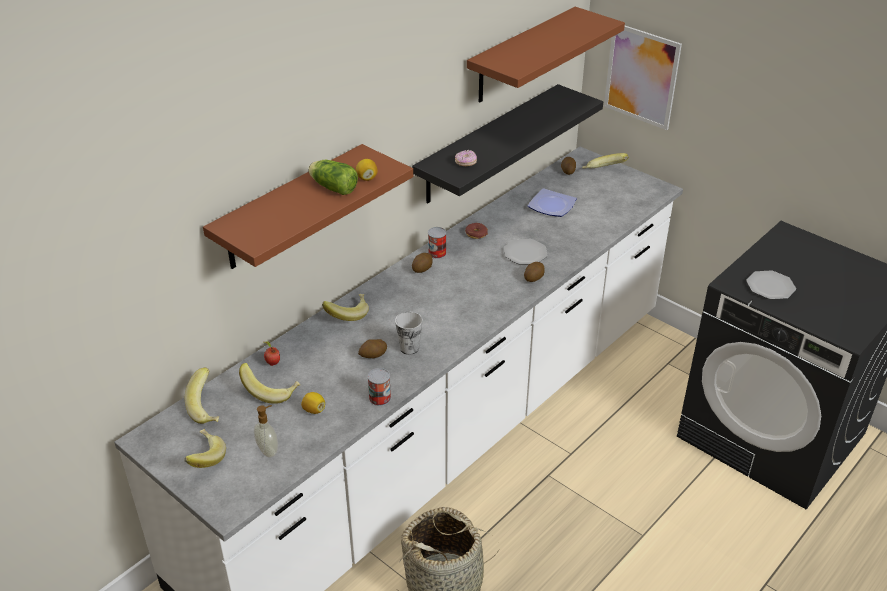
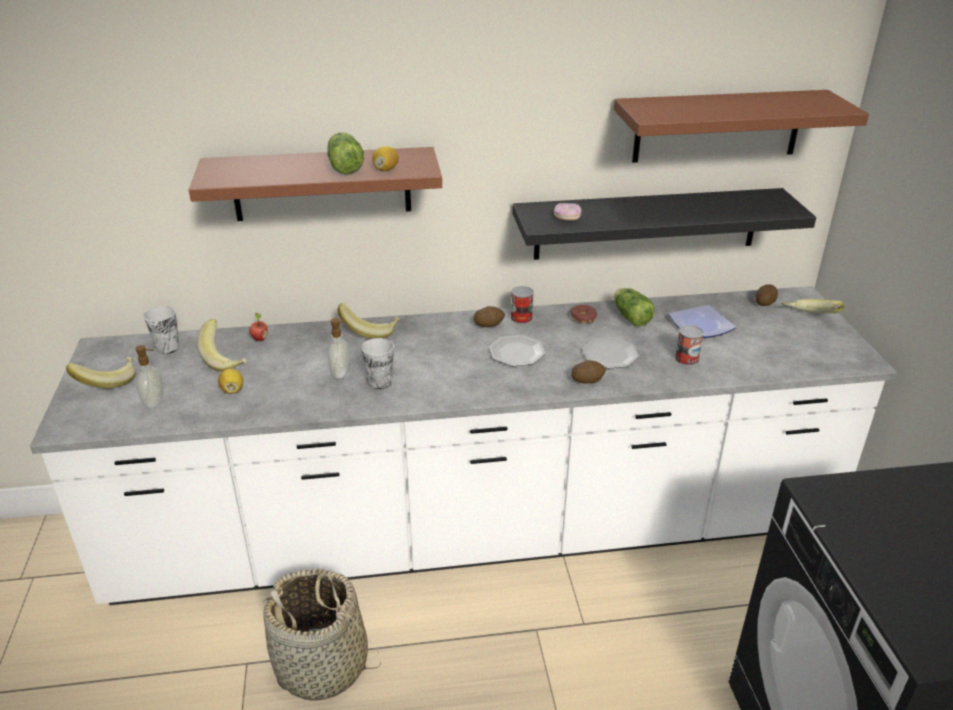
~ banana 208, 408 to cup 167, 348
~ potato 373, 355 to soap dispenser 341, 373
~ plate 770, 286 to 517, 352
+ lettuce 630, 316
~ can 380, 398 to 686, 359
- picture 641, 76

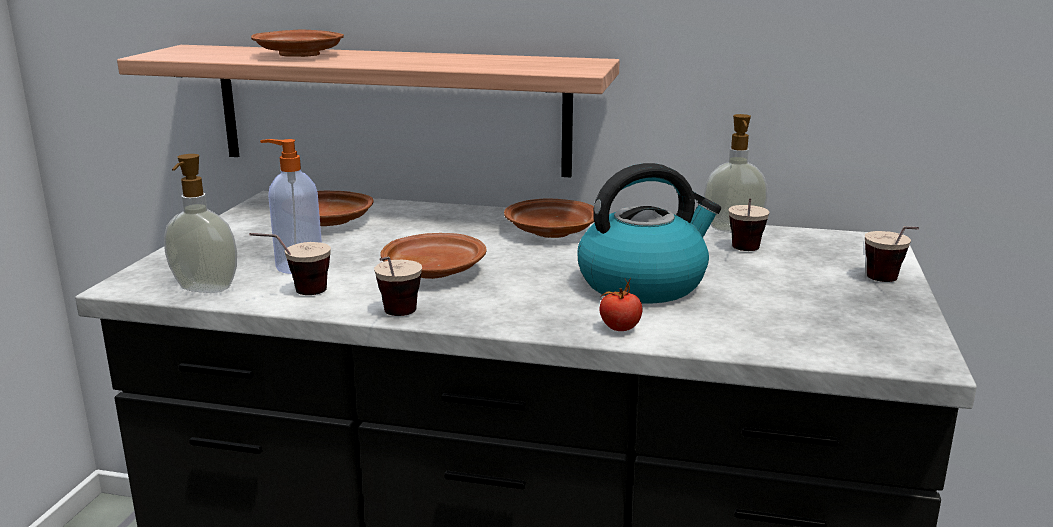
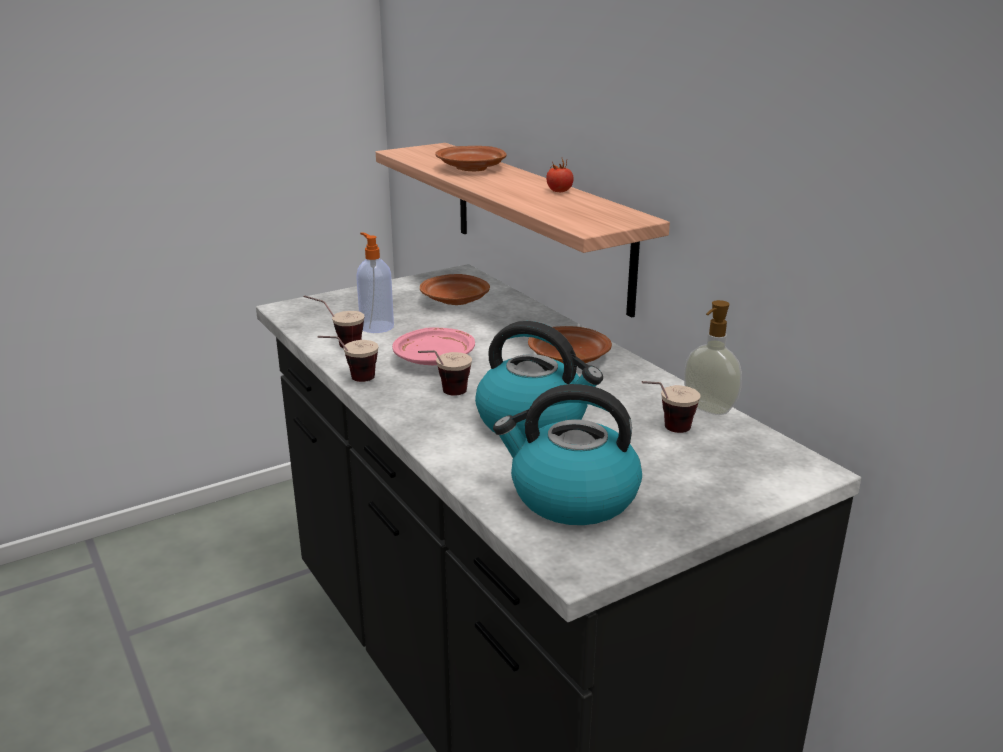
~ plate in brown 434, 271 to plate in pink 435, 359
~ cup 889, 284 to 444, 396
+ kettle 571, 497
~ tomato 619, 328 to 559, 191
- soap dispenser 204, 289

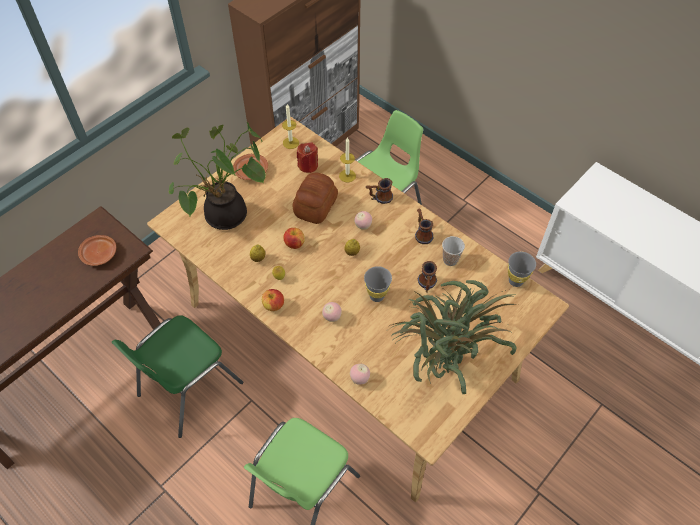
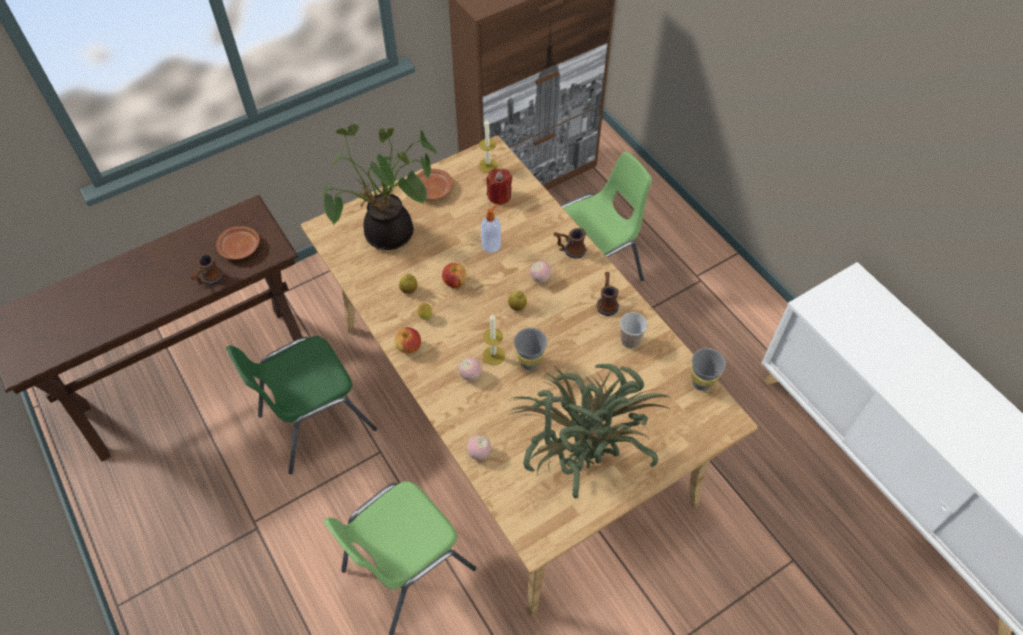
~ mug 426, 285 to 209, 281
~ bread 315, 207 to soap dispenser 491, 245
~ candle 347, 176 to 493, 355

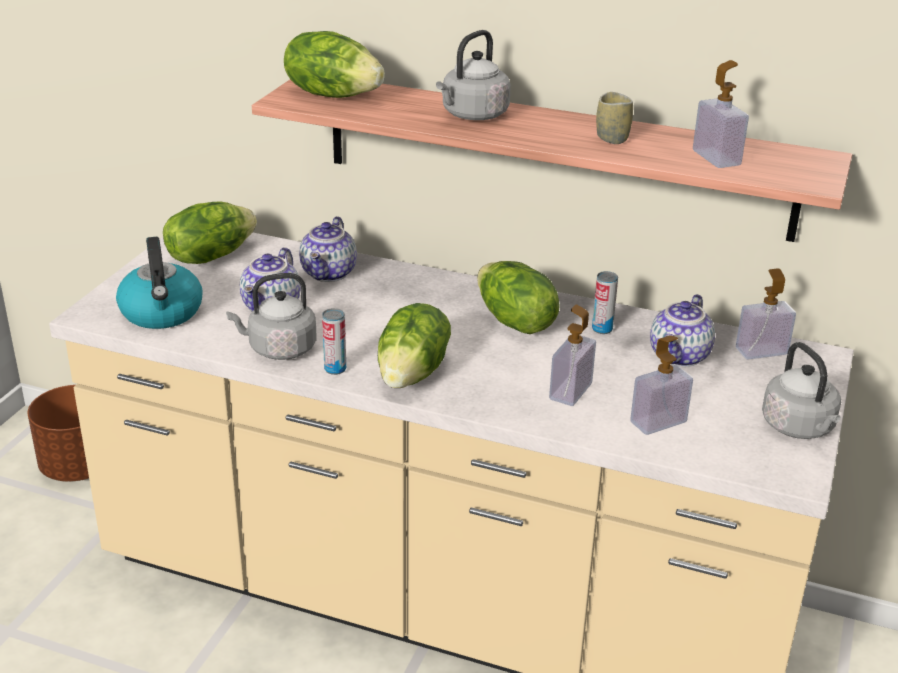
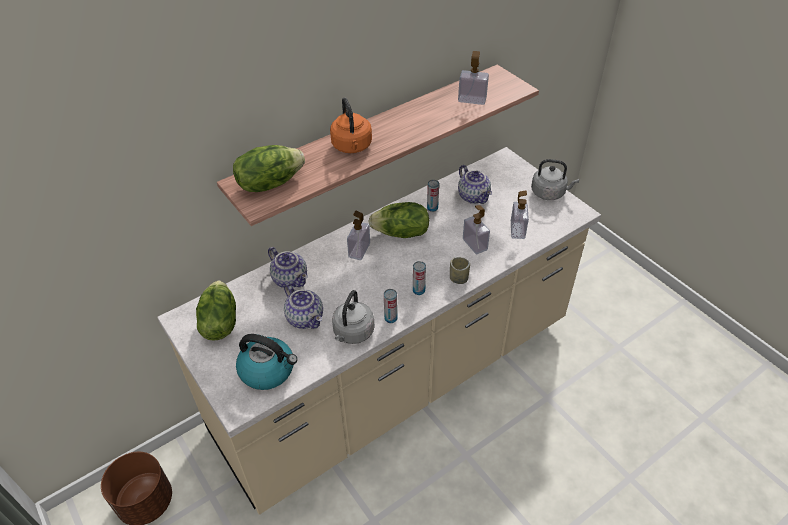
~ kettle in grey 472, 115 to kettle in orange 352, 147
~ soap dispenser 761, 351 to 359, 250
~ lettuce 413, 374 to can 418, 290
~ cup 612, 138 to 458, 278

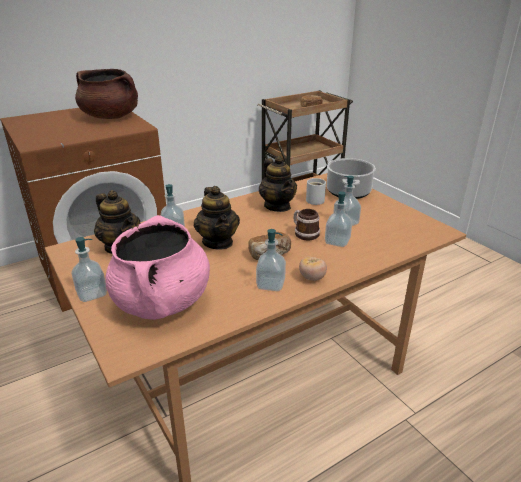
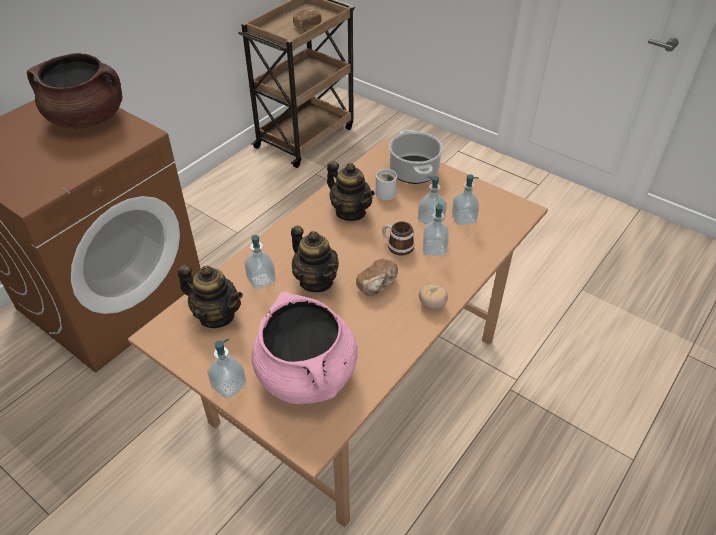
~ soap dispenser 270, 284 to 463, 219

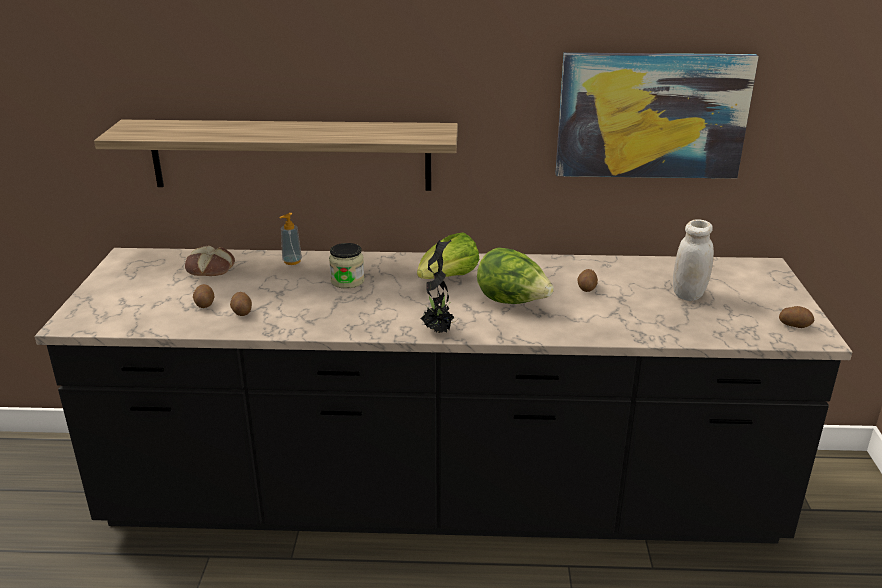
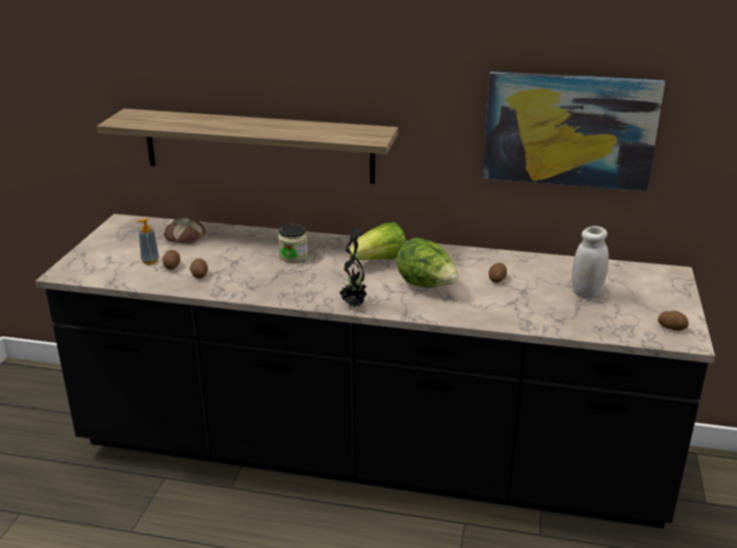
~ soap dispenser 292, 261 to 150, 261

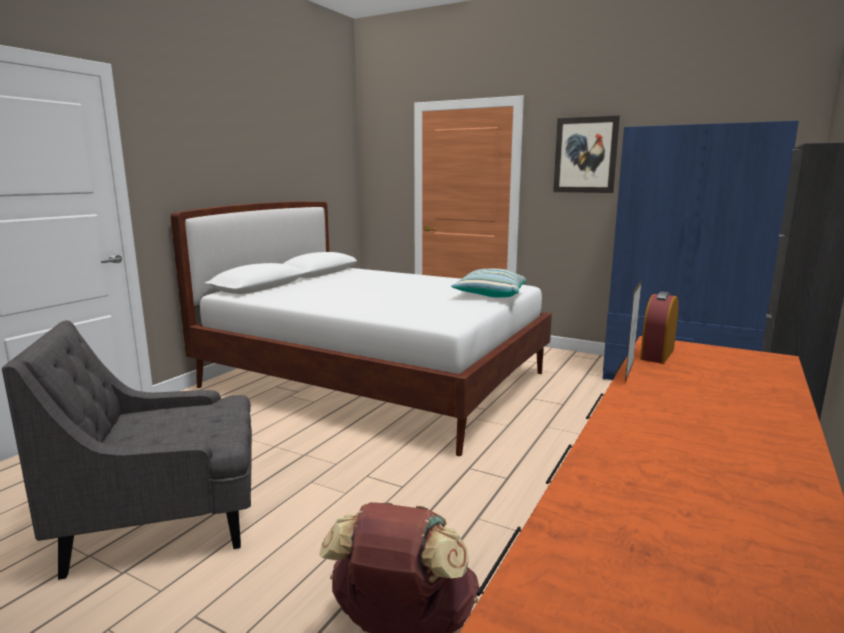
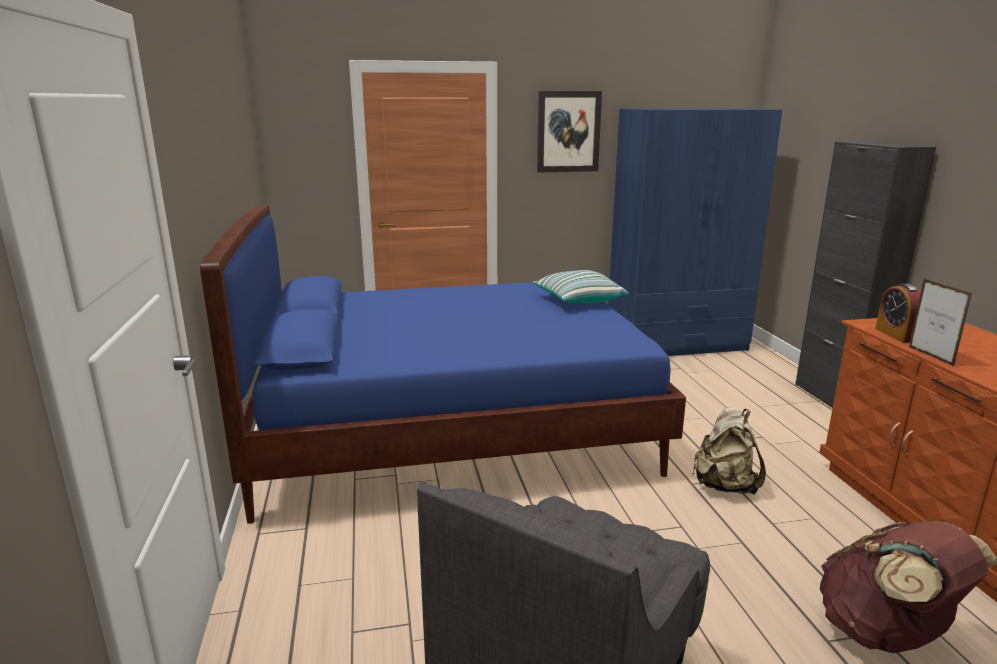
~ bed in white 375, 379 to bed in blue 450, 428
+ backpack in beige 724, 485

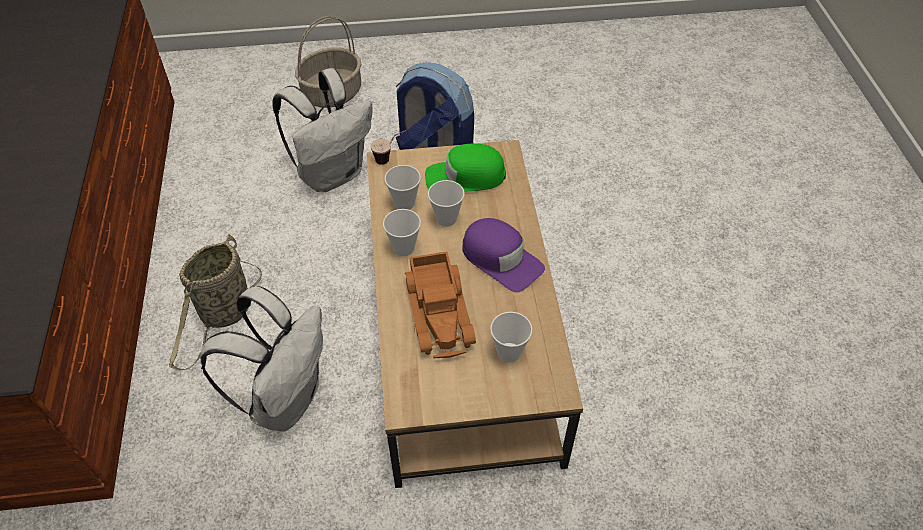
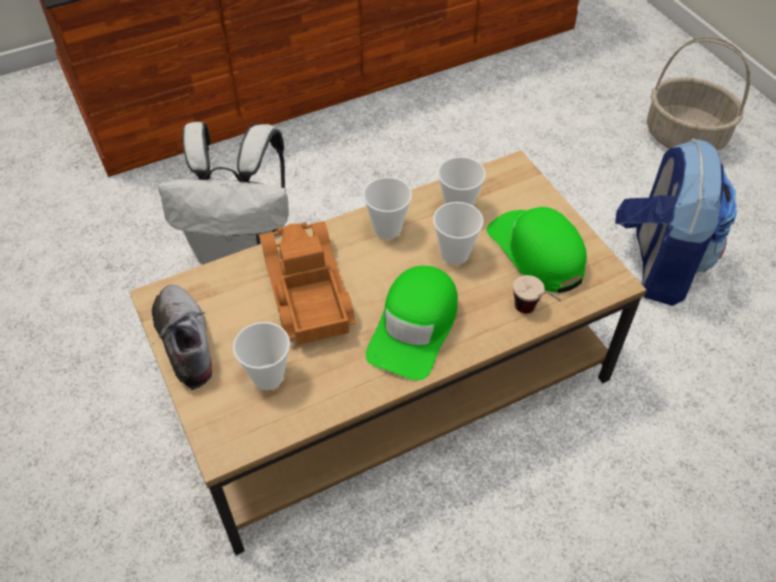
+ shoe 185, 340
~ toy truck 440, 311 = 305, 291 105 degrees clockwise
~ cap in purple 501, 259 to cap in green 414, 328
~ cup 390, 158 to 533, 314
- basket 224, 315
- backpack in white 332, 173

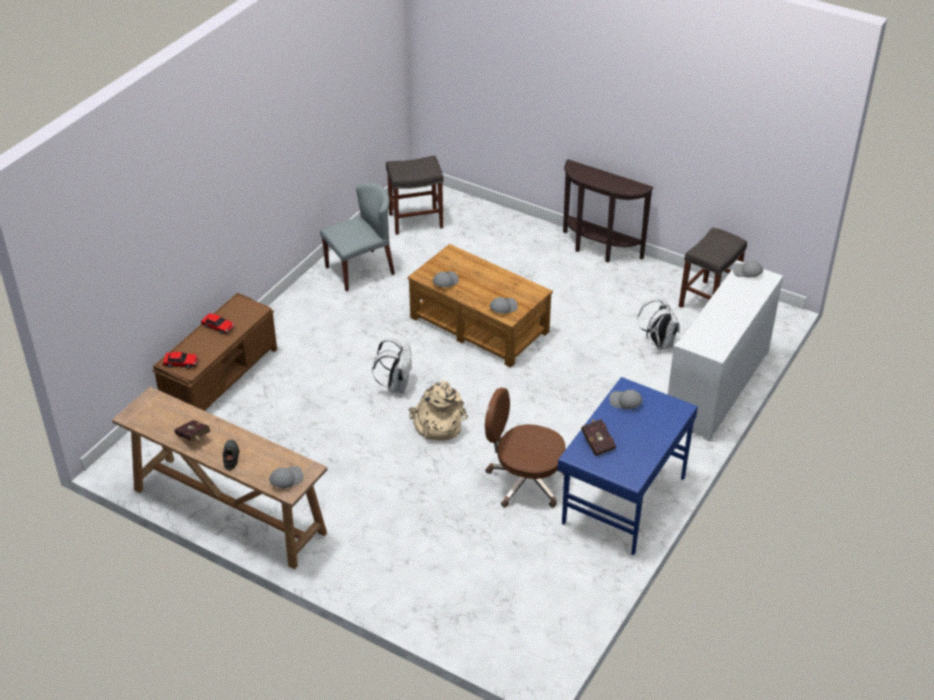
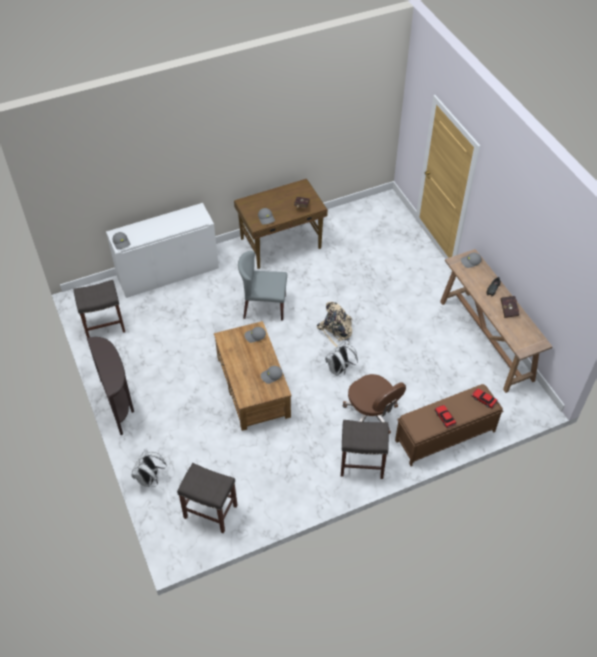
~ backpack in white 658, 342 to 149, 479
~ desk in blue 622, 500 to desk in brown 281, 244
~ chair in grey 360, 270 to 264, 306
+ stool in grey 362, 463
~ office chair in brown 525, 481 to 371, 414

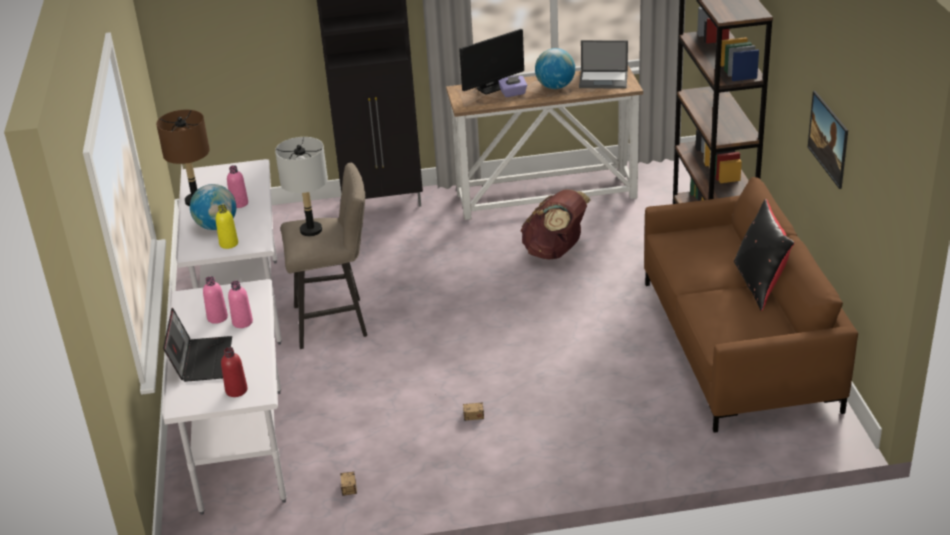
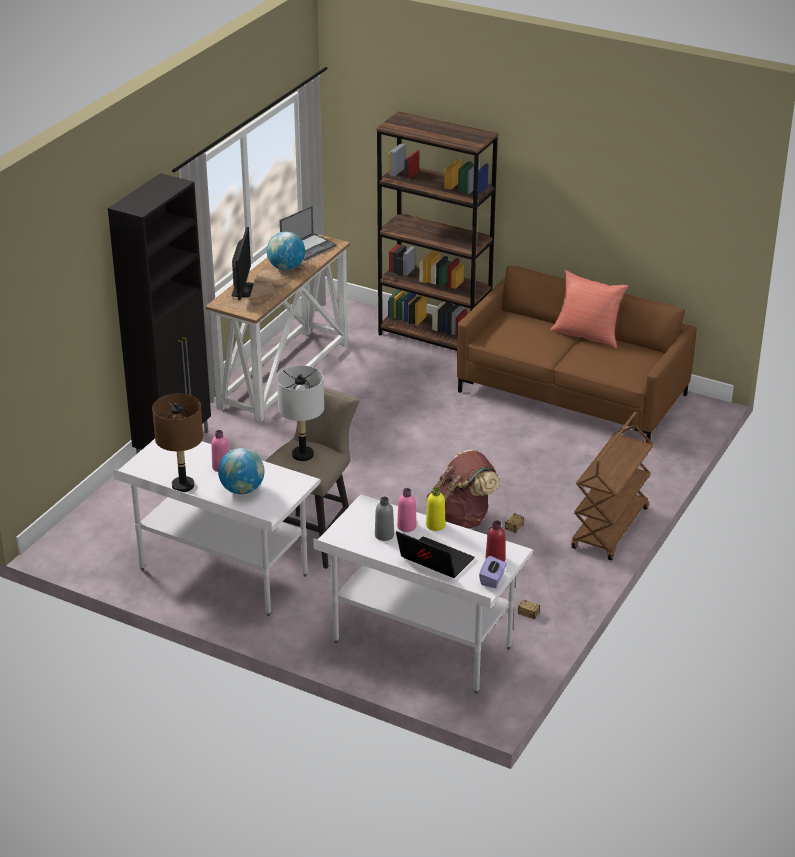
~ bottle in pink 217, 318 to bottle in grey 384, 535
~ bottle in yellow 229, 244 to 435, 525
~ backpack in brown 555, 252 to 461, 518
~ tissue box in purple 513, 93 to 492, 579
~ pillow in black 760, 284 to pillow in red 587, 335
+ cart in brown 610, 529
- picture 826, 153

